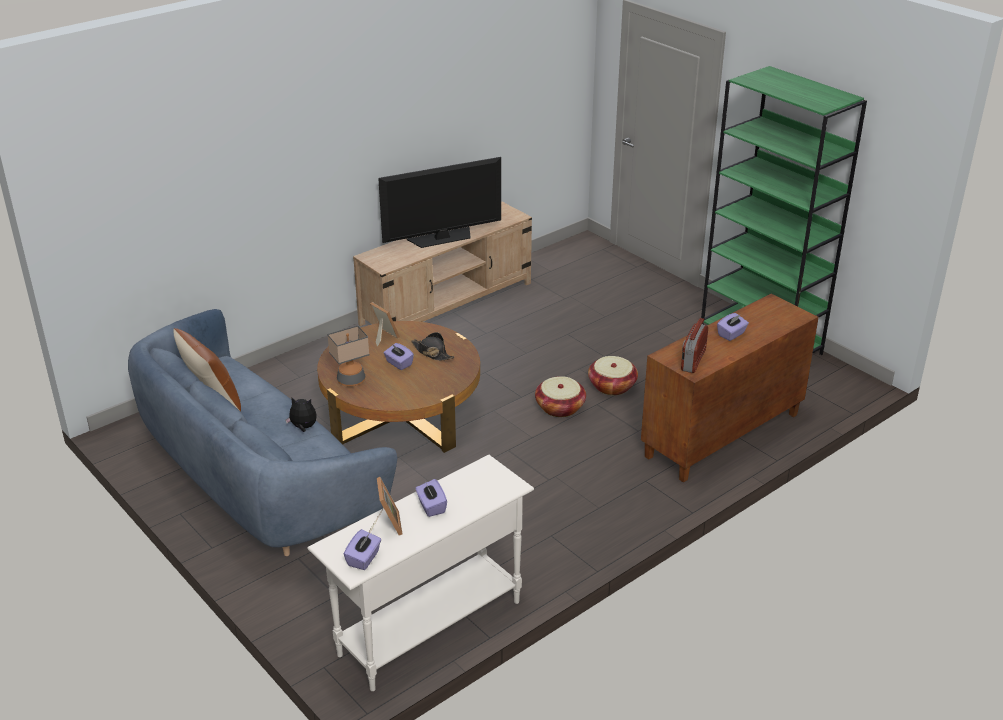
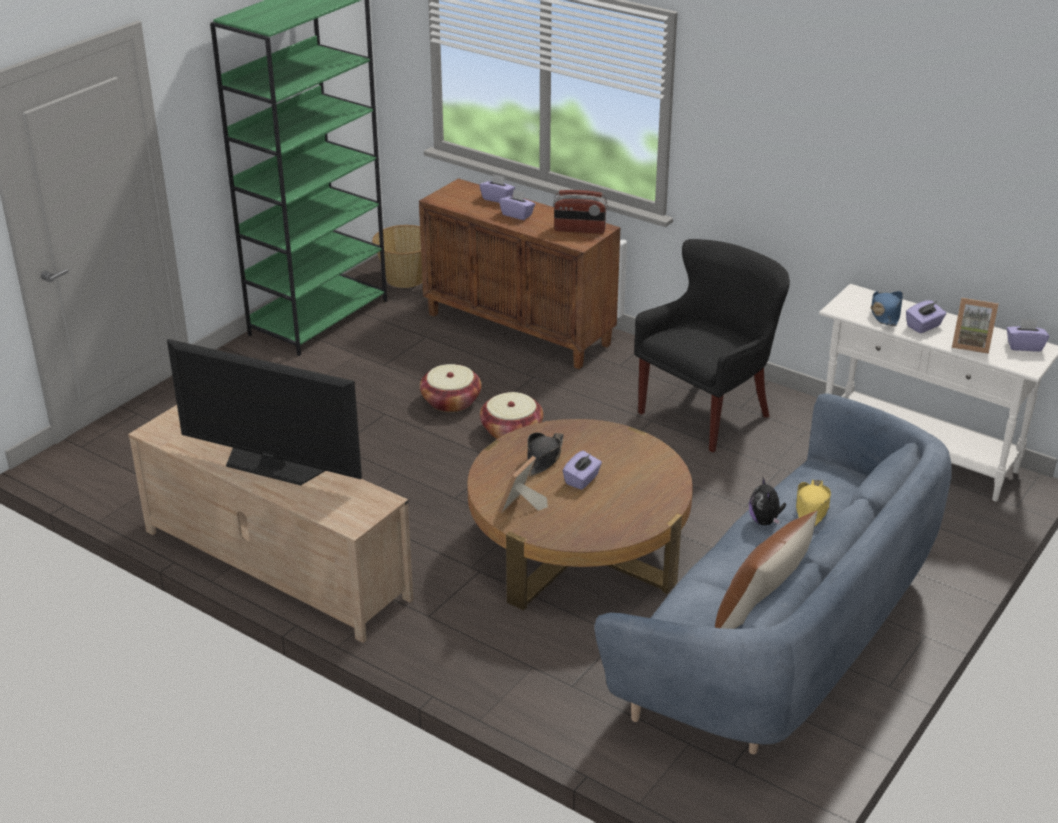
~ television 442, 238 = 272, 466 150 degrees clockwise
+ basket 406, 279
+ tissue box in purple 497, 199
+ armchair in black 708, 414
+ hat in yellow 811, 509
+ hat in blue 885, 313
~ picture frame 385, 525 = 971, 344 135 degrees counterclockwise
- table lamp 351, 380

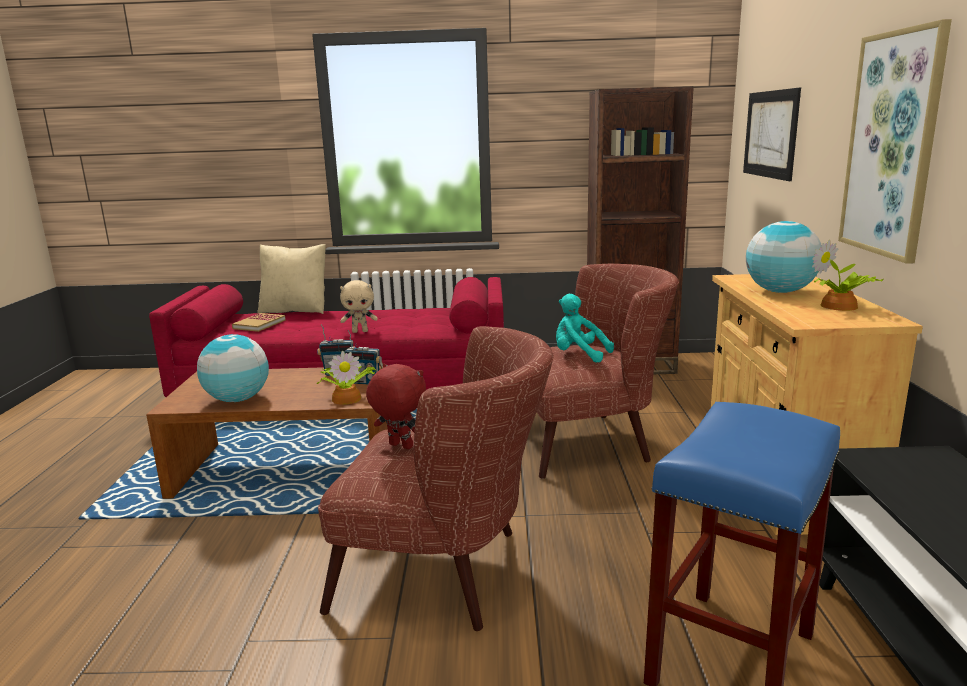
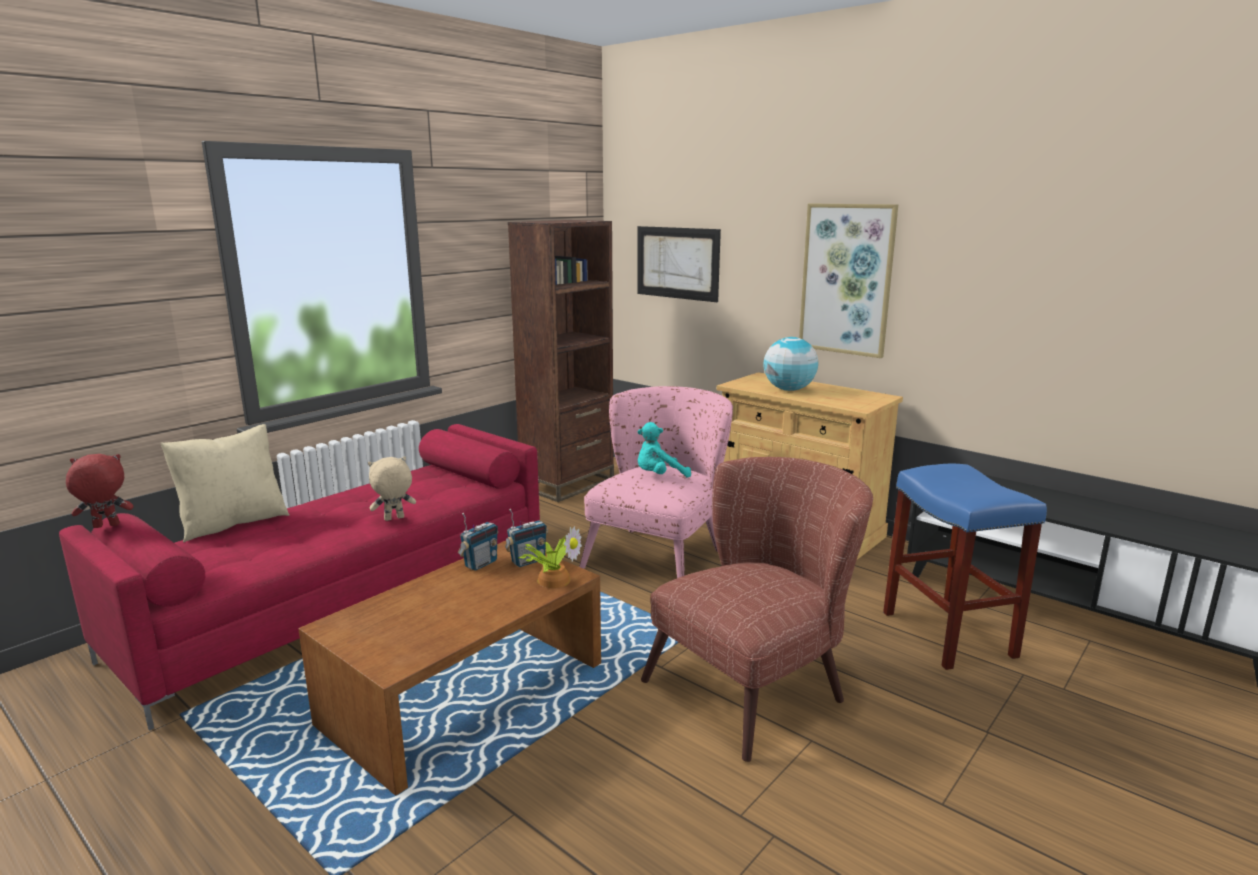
~ plush toy in red 399, 446 to 105, 526
~ plush toy in beige 360, 331 = 394, 519 150 degrees counterclockwise
~ armchair in brown 592, 442 to armchair in pink 661, 553
- globe 238, 399
- book 259, 324
- potted plant 839, 306

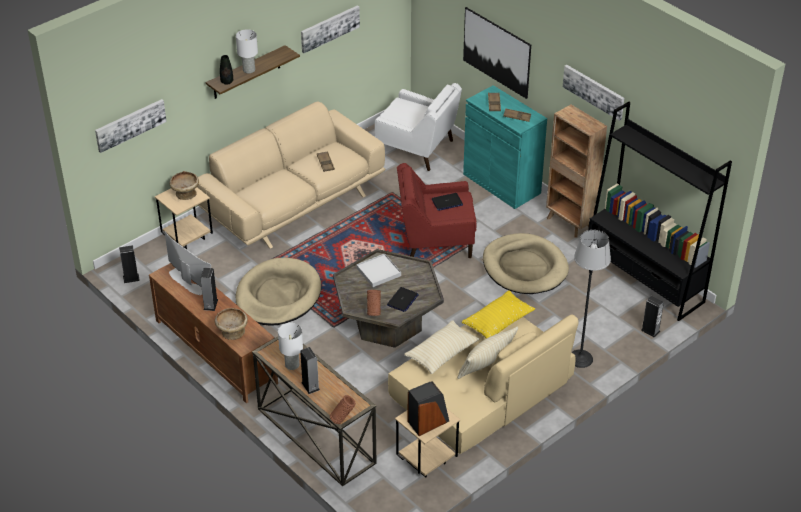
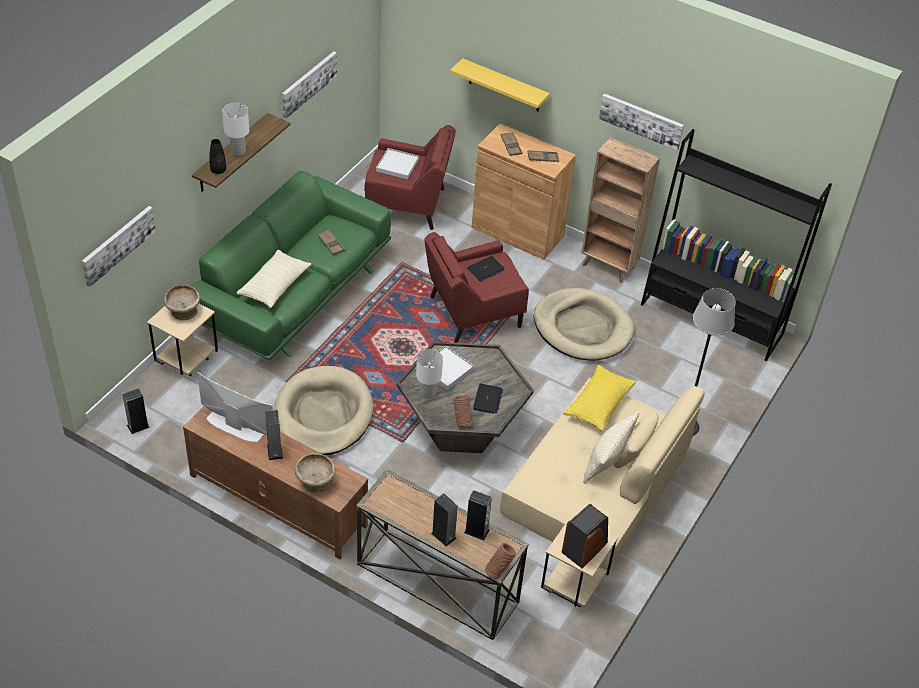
~ sofa in beige 293, 201 to sofa in green 294, 293
~ pillow in beige 441, 354 to 275, 286
~ armchair in white 417, 149 to armchair in red 408, 205
+ tray in white 397, 165
~ table lamp in white 291, 365 to 427, 393
~ picture 496, 52 to shelf in yellow 504, 86
~ speaker 650, 330 to 476, 531
~ cabinet in turquoise 501, 183 to cabinet in brown 517, 232

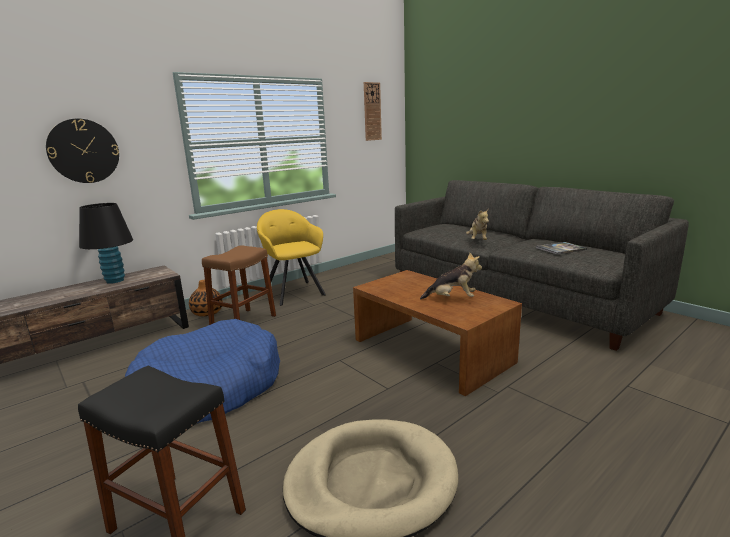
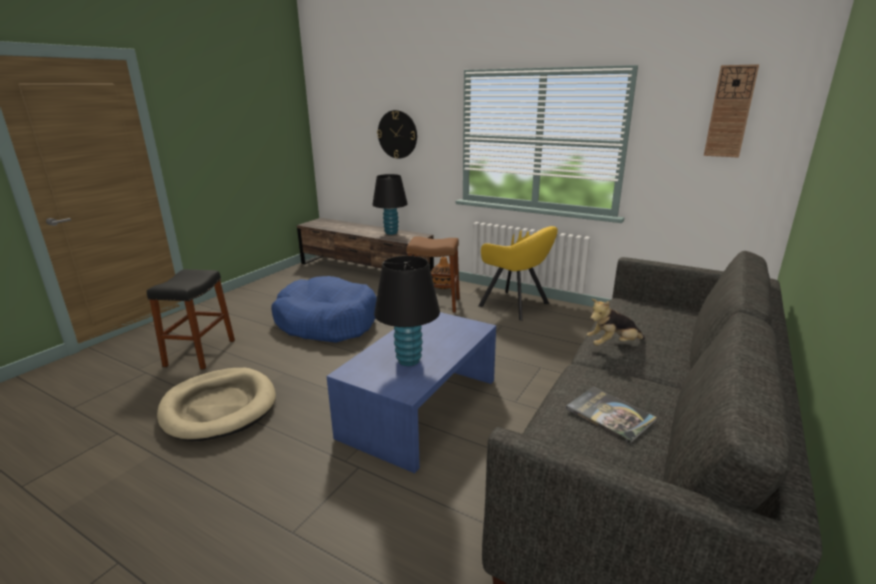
~ coffee table in brown 431, 350 to coffee table in blue 421, 407
~ plush toy 452, 299 to table lamp in black 408, 360
~ armchair in yellow 293, 291 = 516, 306 90 degrees clockwise

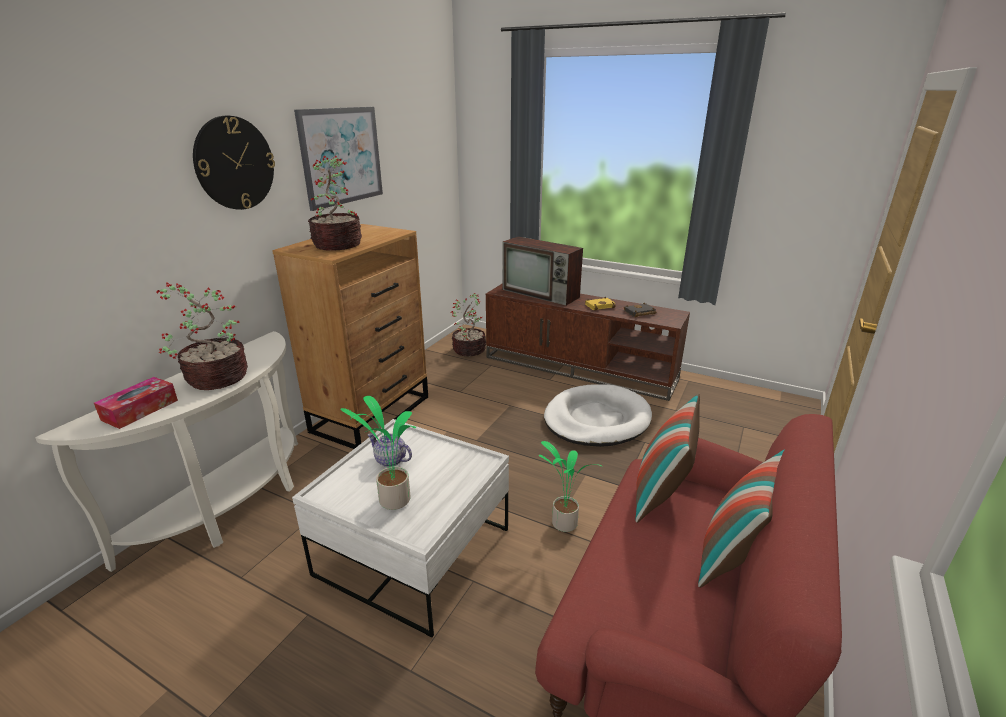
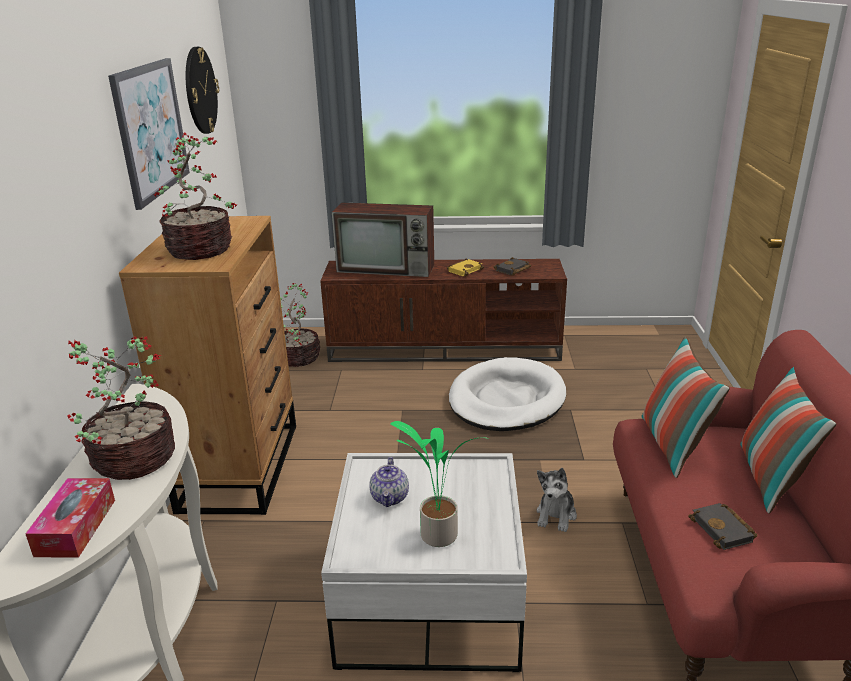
~ wall clock 234, 163 to 200, 90
~ teapot 390, 460 = 390, 497 90 degrees counterclockwise
~ potted plant 562, 523 to plush toy 556, 515
+ book in black 724, 530

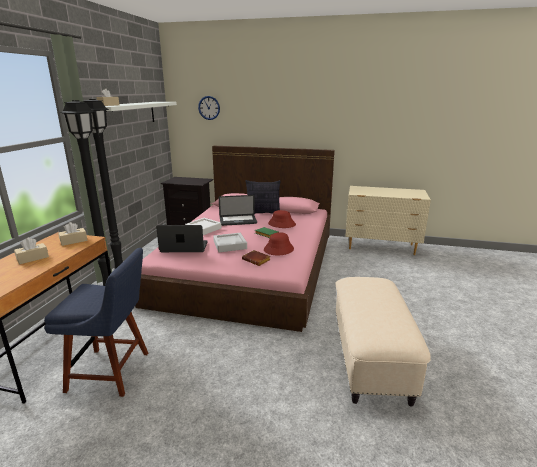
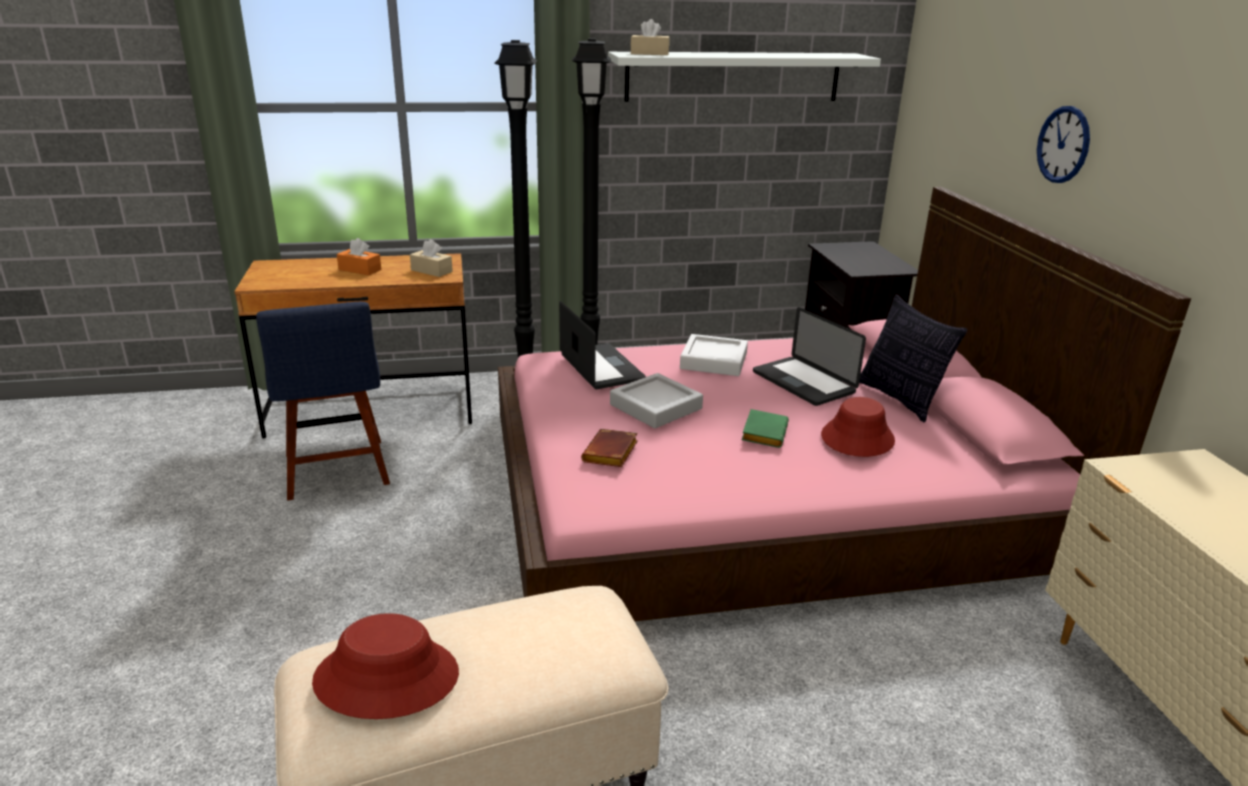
~ hat in red 278, 249 to 387, 677
~ tissue box in beige 33, 258 to tissue box in orange 360, 270
~ wall clock 209, 108 to 1063, 144

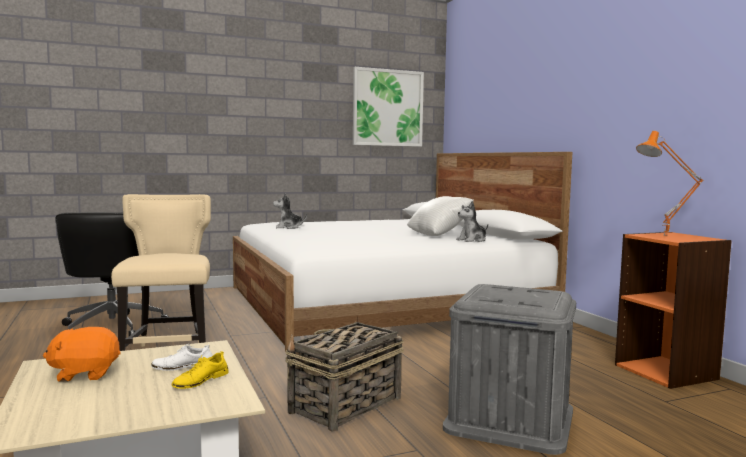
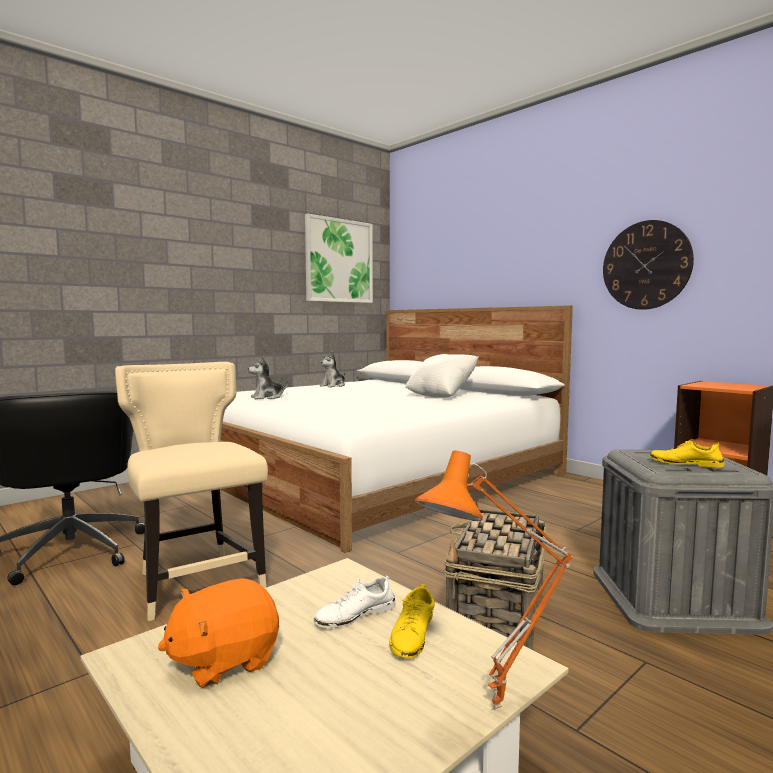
~ plush toy 472, 240 to 333, 386
~ table lamp in orange 666, 235 to 499, 712
+ wall clock 646, 265
+ shoe in yellow 686, 463

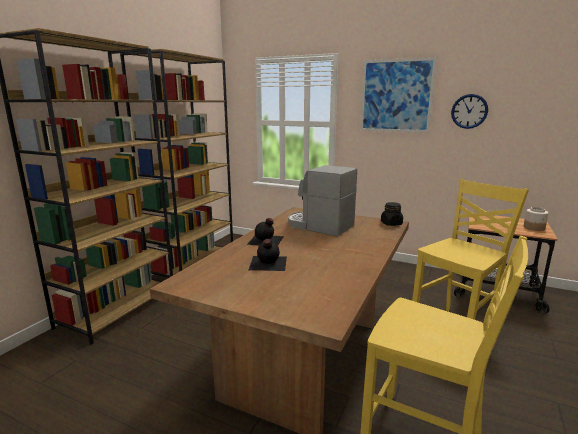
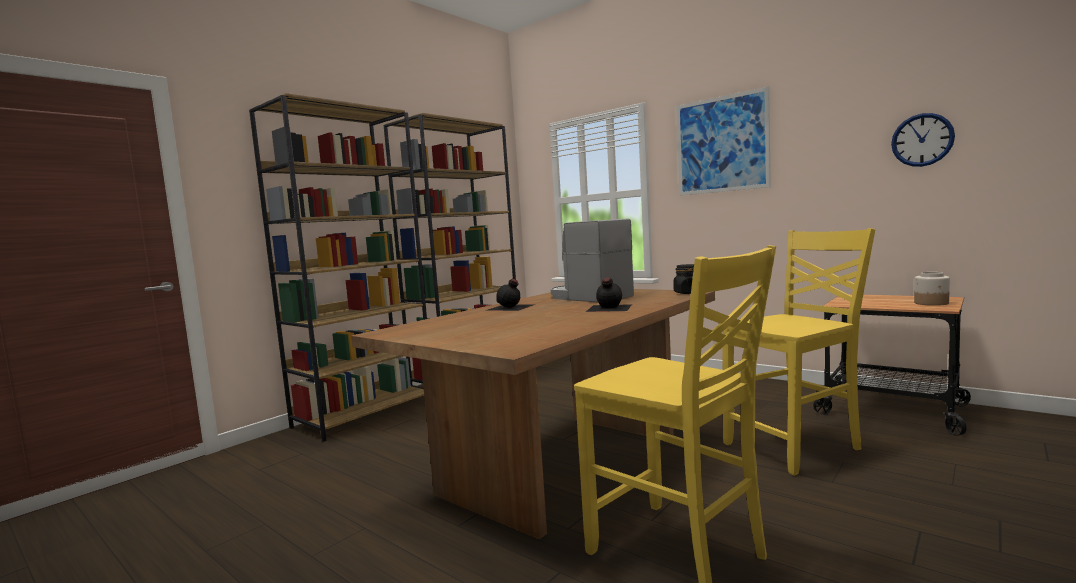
~ bottle in black 267, 263 to 608, 308
~ wall clock 469, 111 to 922, 140

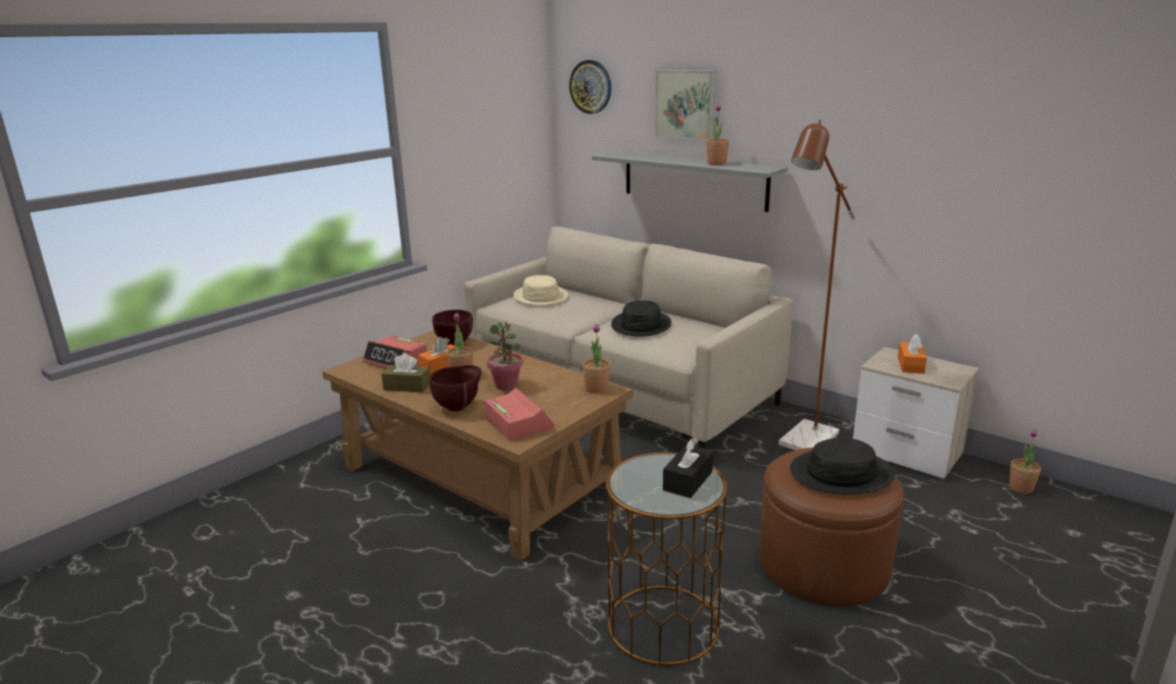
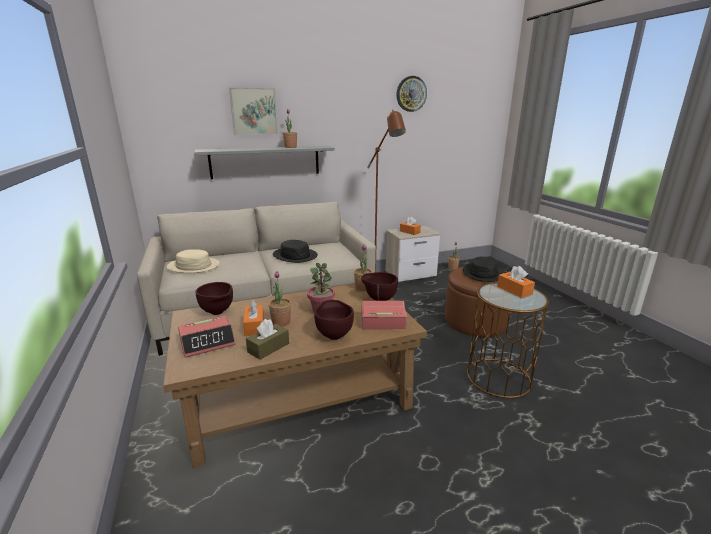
+ bowl in brown 379, 300
~ wall clock 591, 87 to 411, 94
~ tissue box in black 688, 481 to tissue box in orange 514, 290

